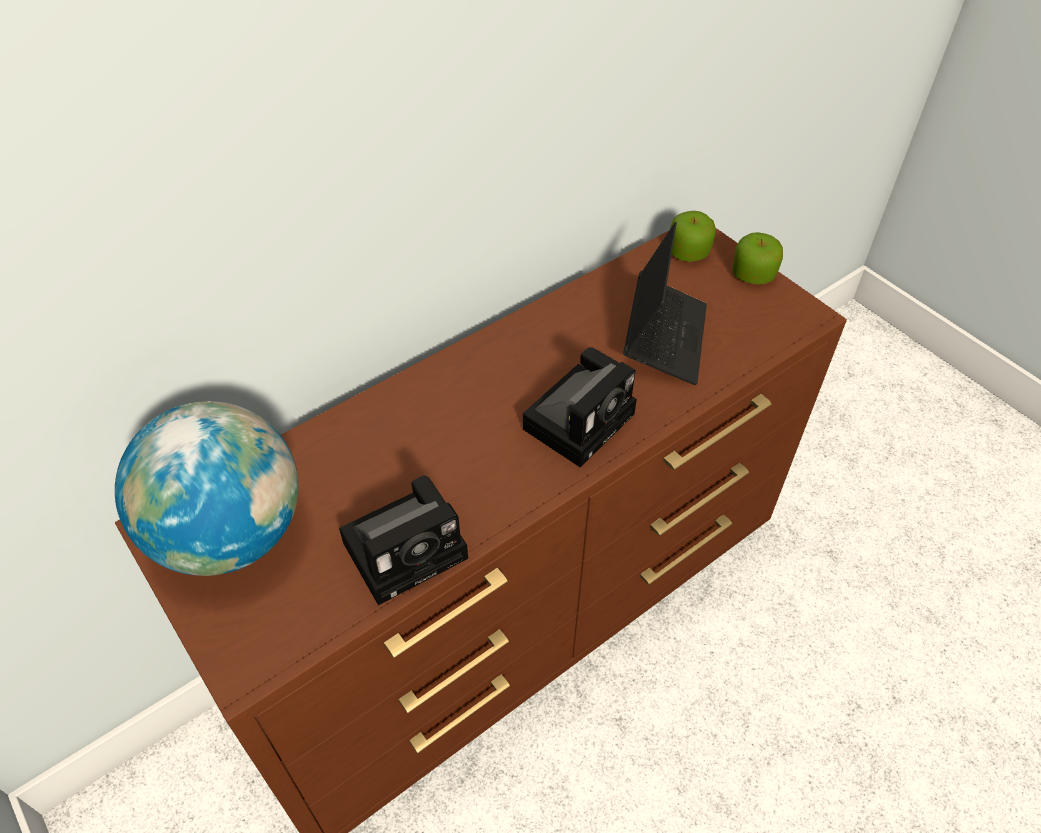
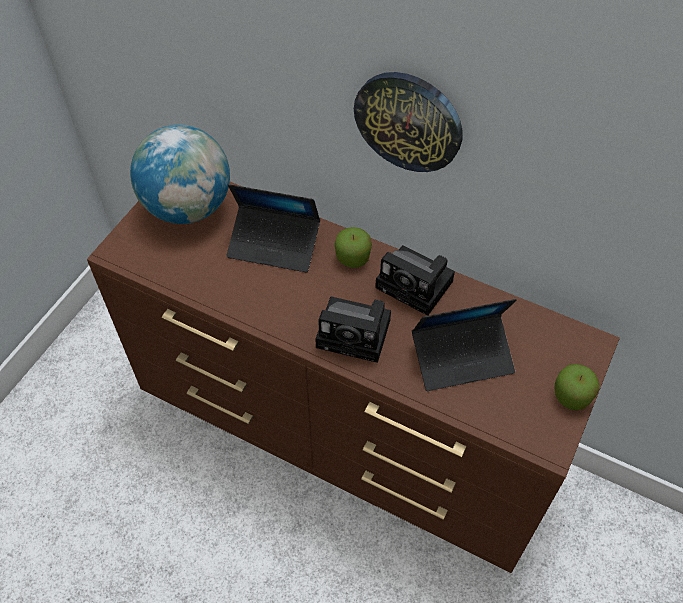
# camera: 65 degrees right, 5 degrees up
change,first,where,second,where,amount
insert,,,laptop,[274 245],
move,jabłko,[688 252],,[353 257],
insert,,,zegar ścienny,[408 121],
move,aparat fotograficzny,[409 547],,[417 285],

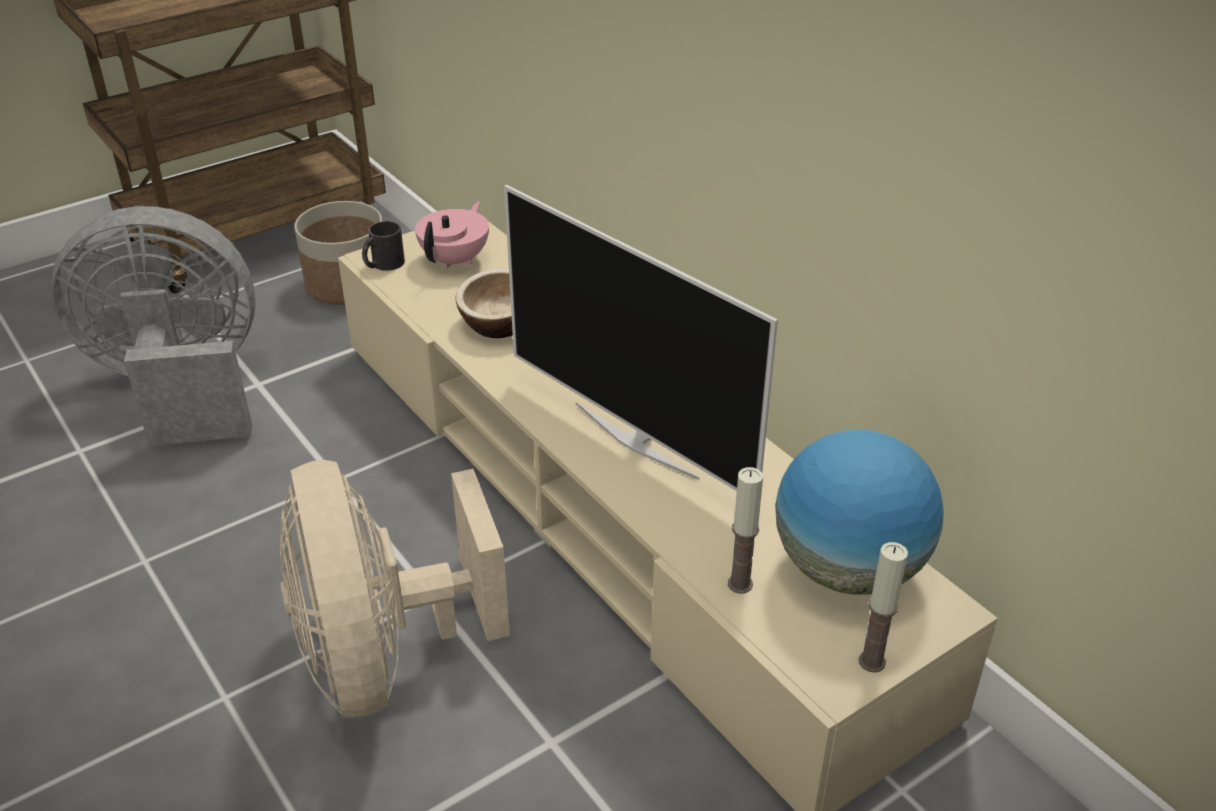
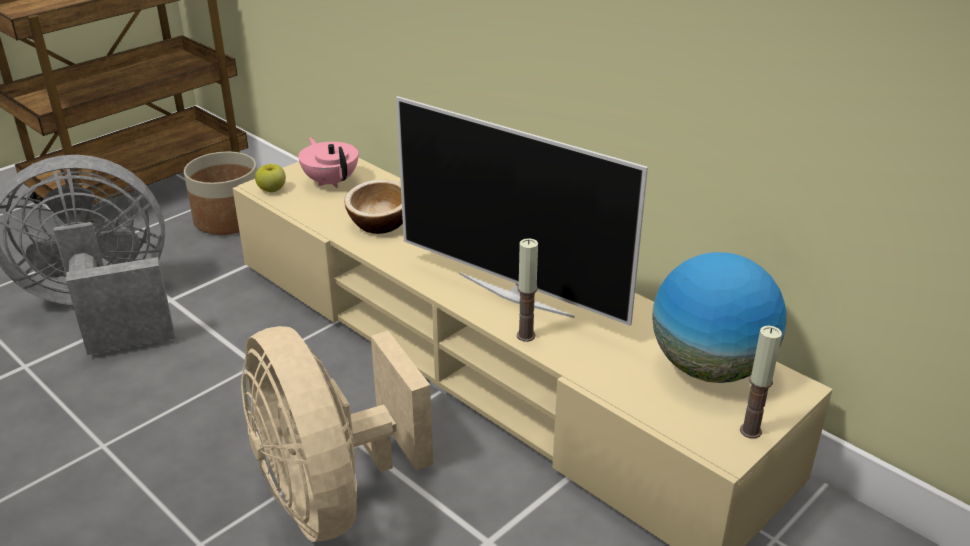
# camera: 10 degrees left, 5 degrees down
change,first,where,second,where,amount
replace,kubek (czarny),[383 265],jabłko,[272 190],
rotate,imbryk (różowy),[456 259],,[331 181],45 degrees counterclockwise
move,świeca,[740 584],,[525 336],

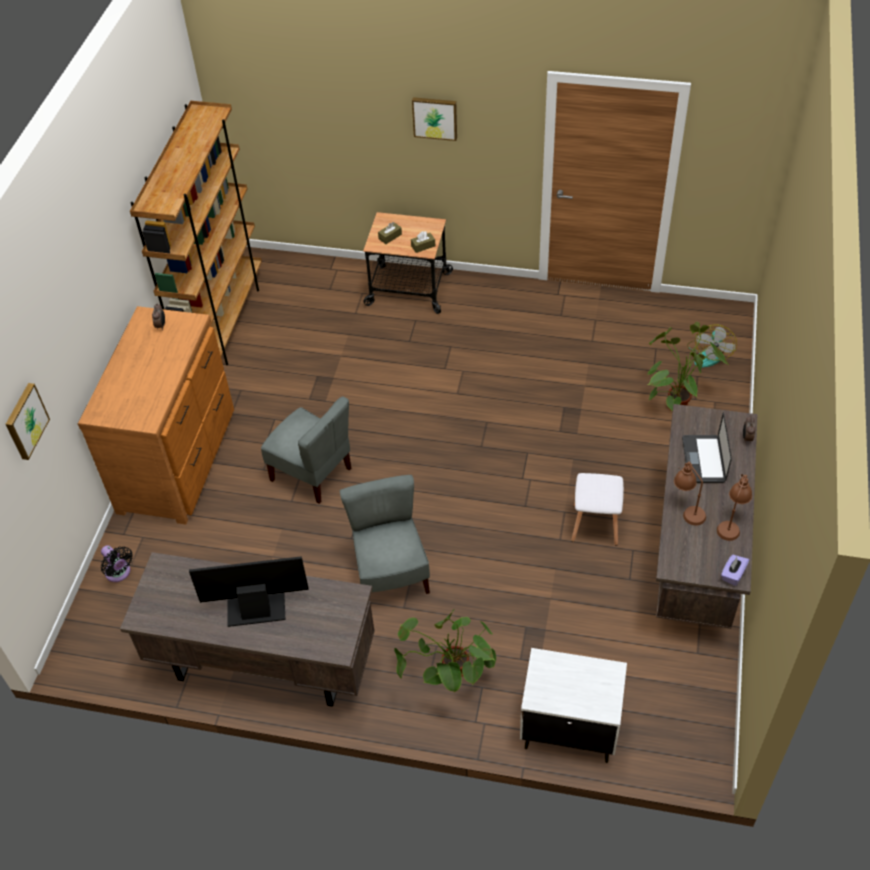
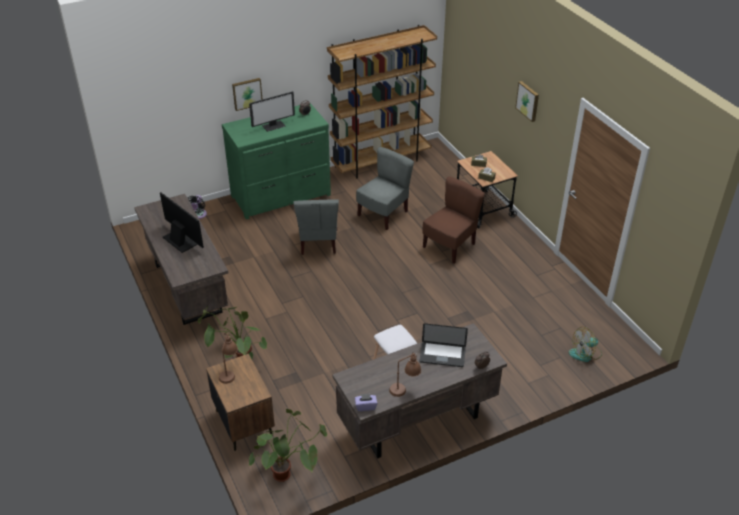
# camera: 50 degrees right, 10 degrees down
change,first,where,second,where,amount
recolor,szafka nocna (biały),[569 728],szafka nocna (brązowy),[244 423],
move,lampa stołowa (brązowy),[687 510],,[229 372],
recolor,komoda (brązowy),[179 459],komoda (zielony),[282 196],
move,obraz,[25 421],,[247 93],
insert,,,monitor,[273 125],
move,roślina doniczkowa,[675 399],,[289 470],
move,krzesło (szary),[390 574],,[383 214],
rotate,laptop,[703 460],,[442 355],135 degrees counterclockwise
insert,,,krzesło (brązowy),[450 246],

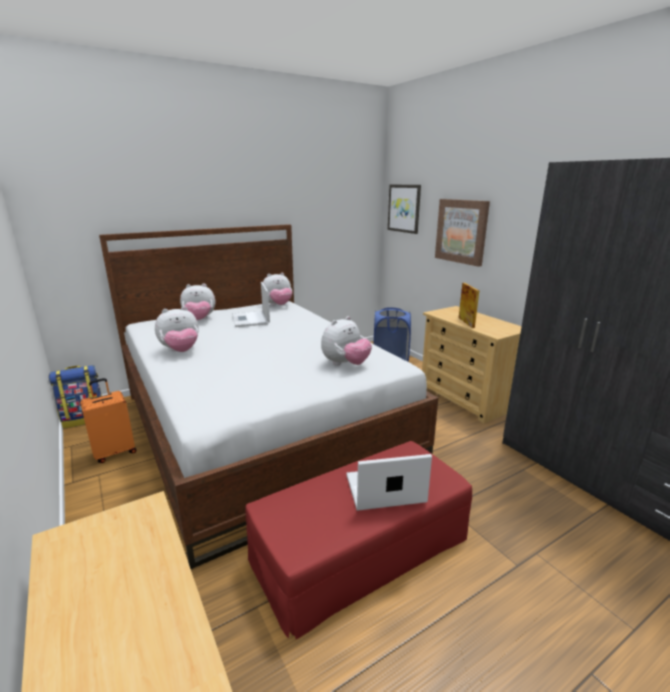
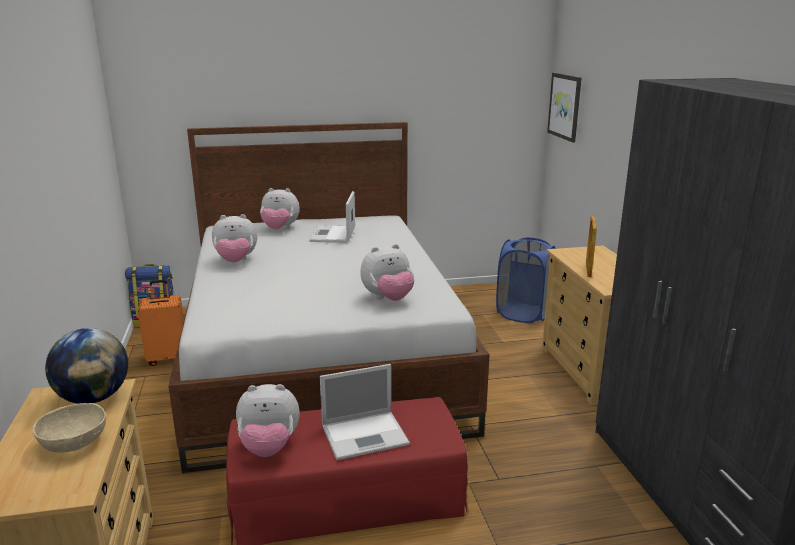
# camera: 20 degrees right, 0 degrees up
change,first,where,second,where,amount
insert,,,miska (beżowy),[74 443],
insert,,,globus,[94 398],
move,pluszak,[278 305],,[269 447],
rotate,laptop,[383 489],,[366 435],150 degrees clockwise
delete,obraz,[461 231],,,

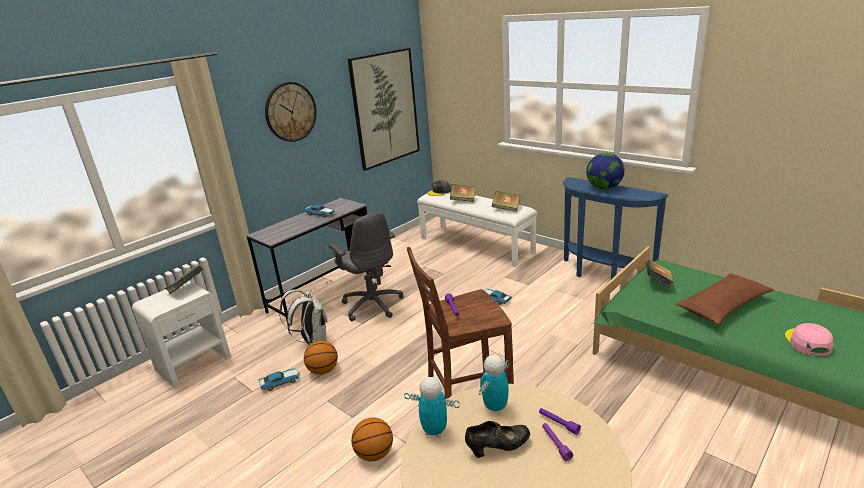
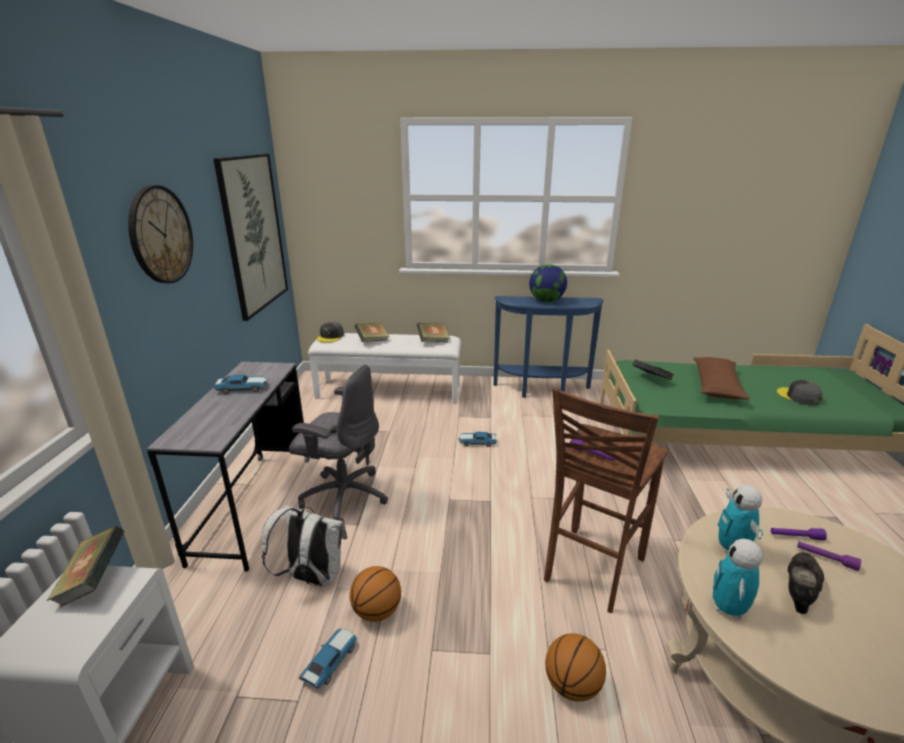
# camera: 40 degrees left, 0 degrees up
change,first,where,second,where,amount
rotate,robot zabawkowy,[434 431],,[727 609],45 degrees counterclockwise
recolor,czapka z daszkiem (różowy),[807 342],czapka z daszkiem (szary),[798 397],

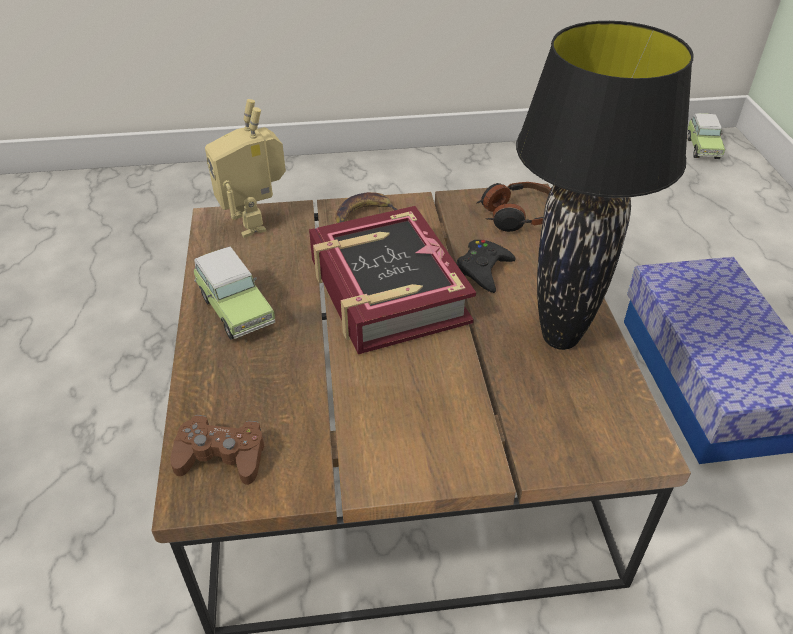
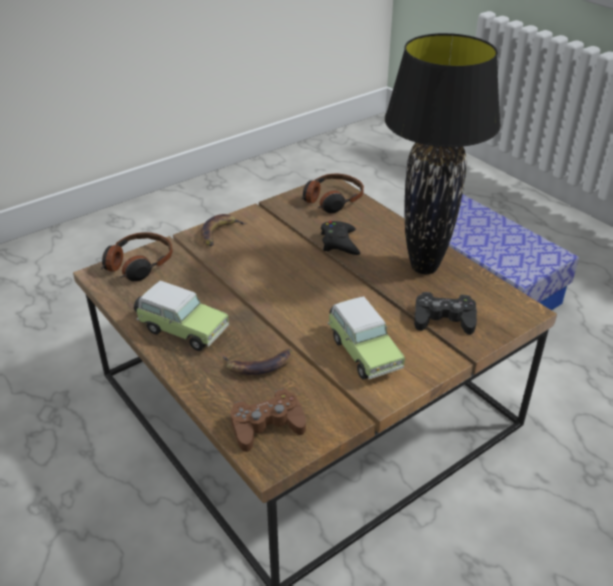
# camera: 30 degrees left, 5 degrees down
change,first,where,second,where,amount
replace,robot zabawkowy,[255 221],słuchawki,[138 265],
insert,,,banan,[259 365],
move,samochodzik,[702 147],,[362 351],
insert,,,pad do gier (czarny),[444 319],
delete,książka,[386 291],,,

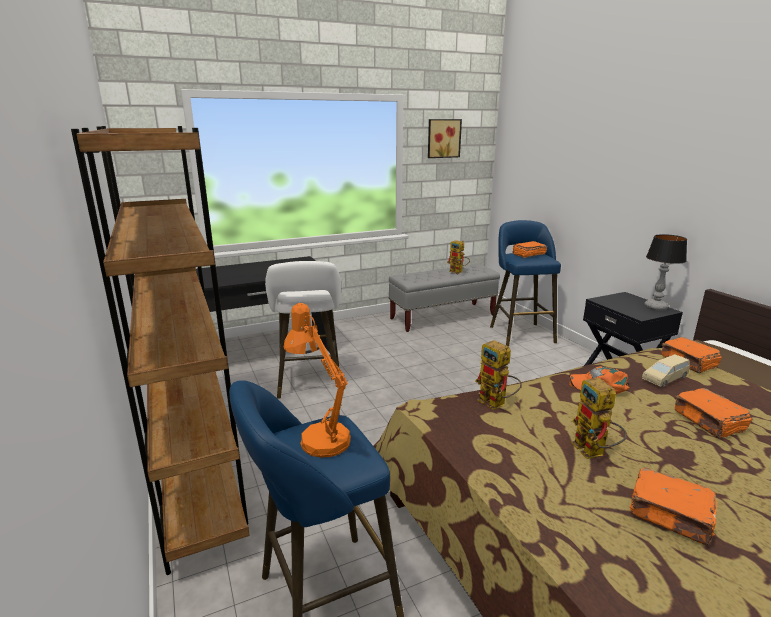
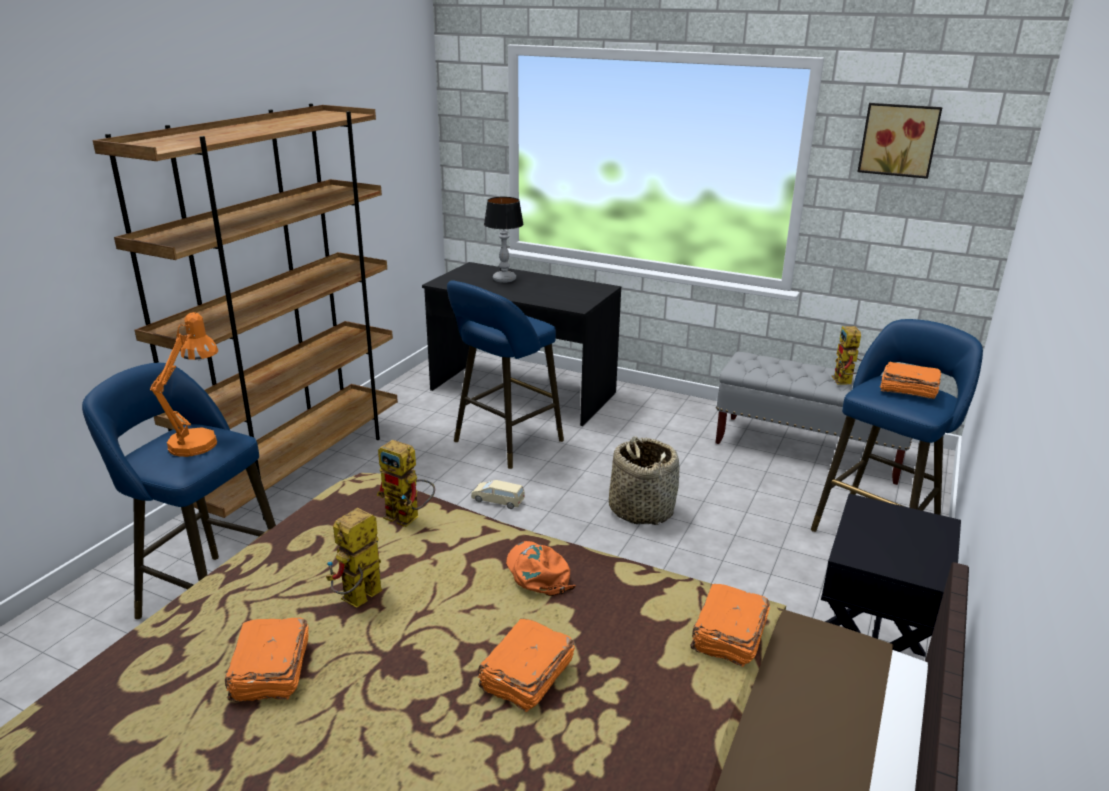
# camera: 50 degrees right, 5 degrees up
change,first,where,second,where,amount
rotate,robot zabawkowy,[497 404],,[409 518],75 degrees counterclockwise
recolor,stołek (biały),[310 383],stołek (niebieski),[504 443],
move,samochodzik (beżowy),[665 379],,[498 500],
move,lampa stołowa,[655 307],,[505 279],
insert,,,koszyk,[641 509],

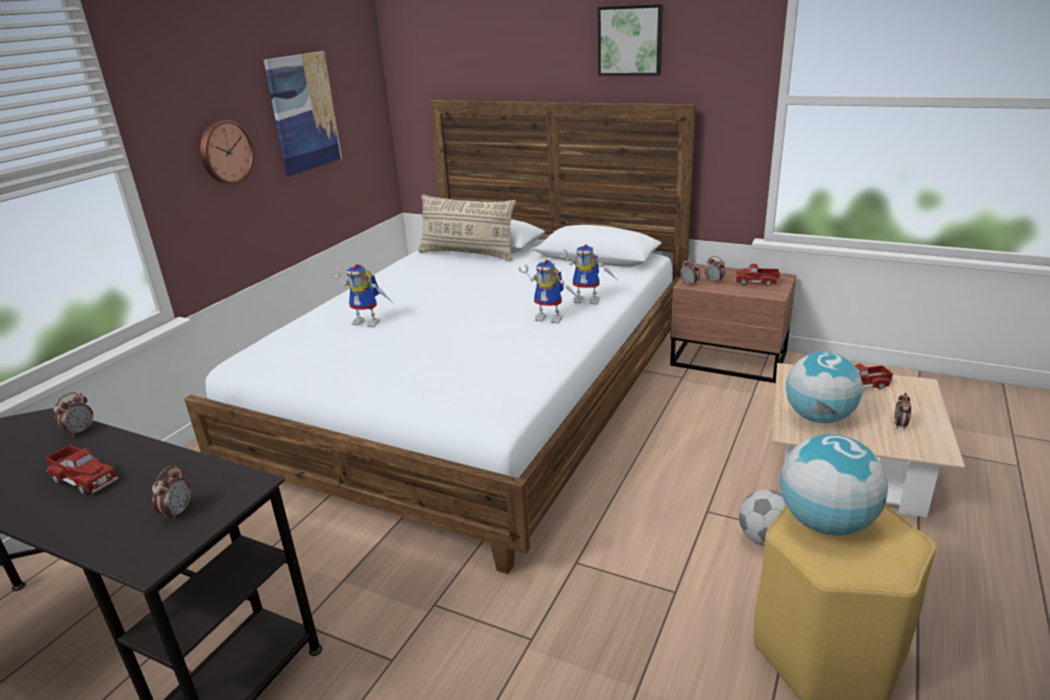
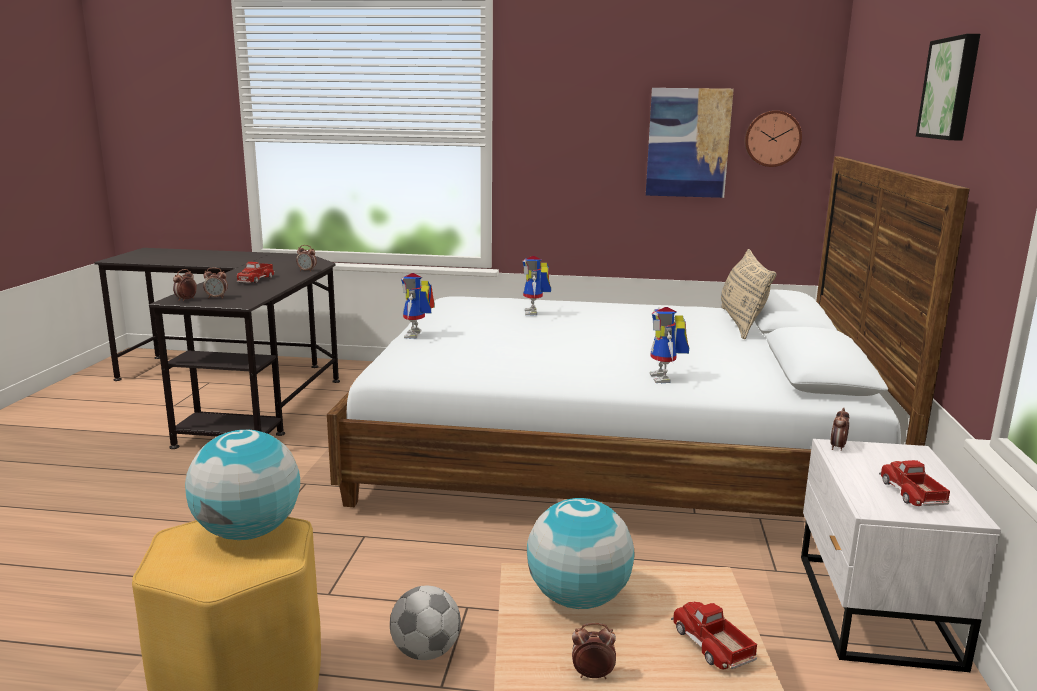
# camera: 70 degrees right, 10 degrees down
change,first,where,second,where,amount
move,budzik,[714 281],,[186 300],
move,robot zabawkowy,[552 318],,[417 335],
move,zegar ścienny,[225 152],,[772 138],
recolor,szafka nocna (brązowy),[730 360],szafka nocna (biały),[872 610],

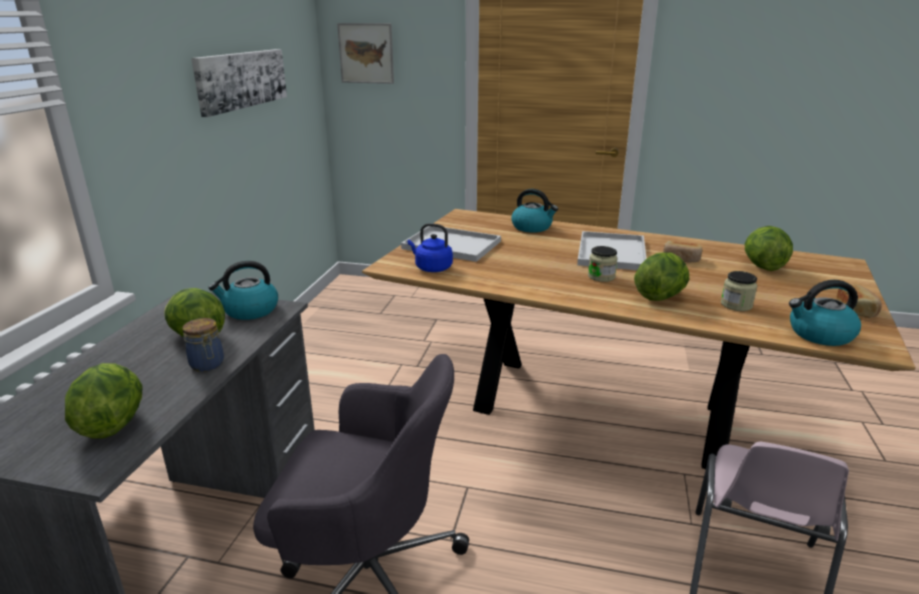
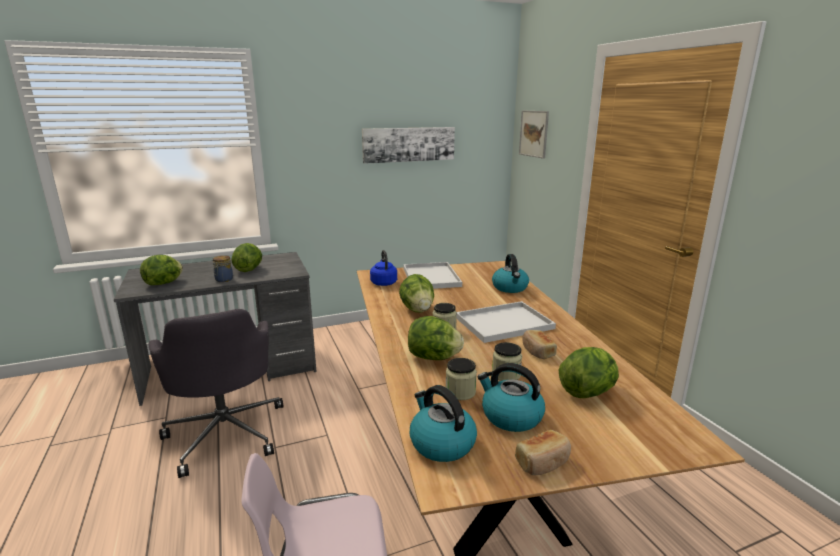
# camera: 55 degrees right, 5 degrees down
change,first,where,second,where,amount
insert,,,sałata,[417 310],
move,czajnik,[250 310],,[510 416],
insert,,,słoik,[506 375],

